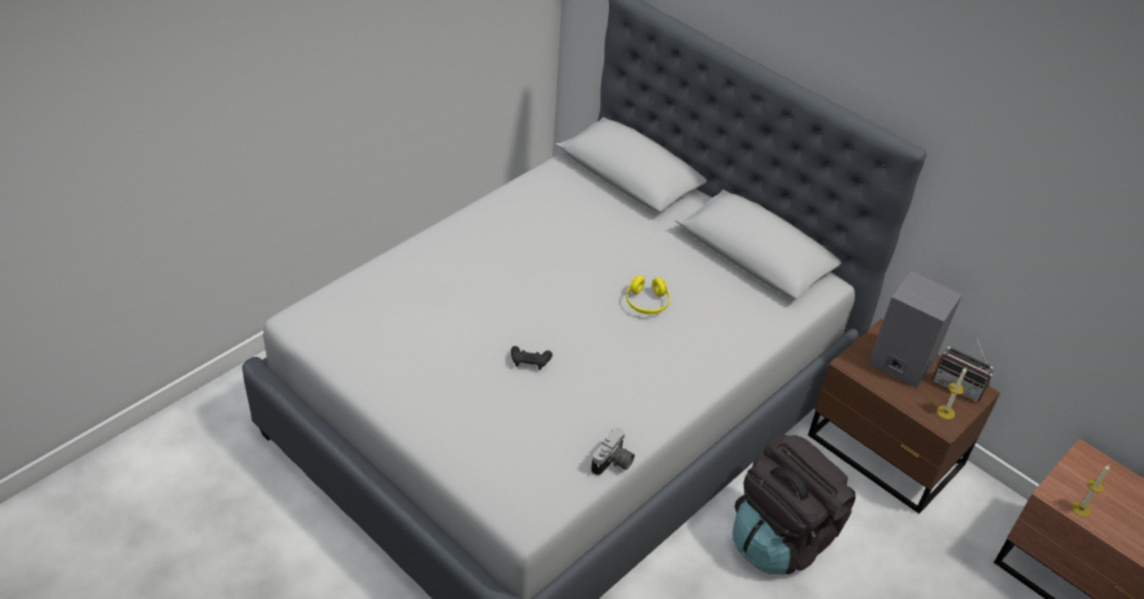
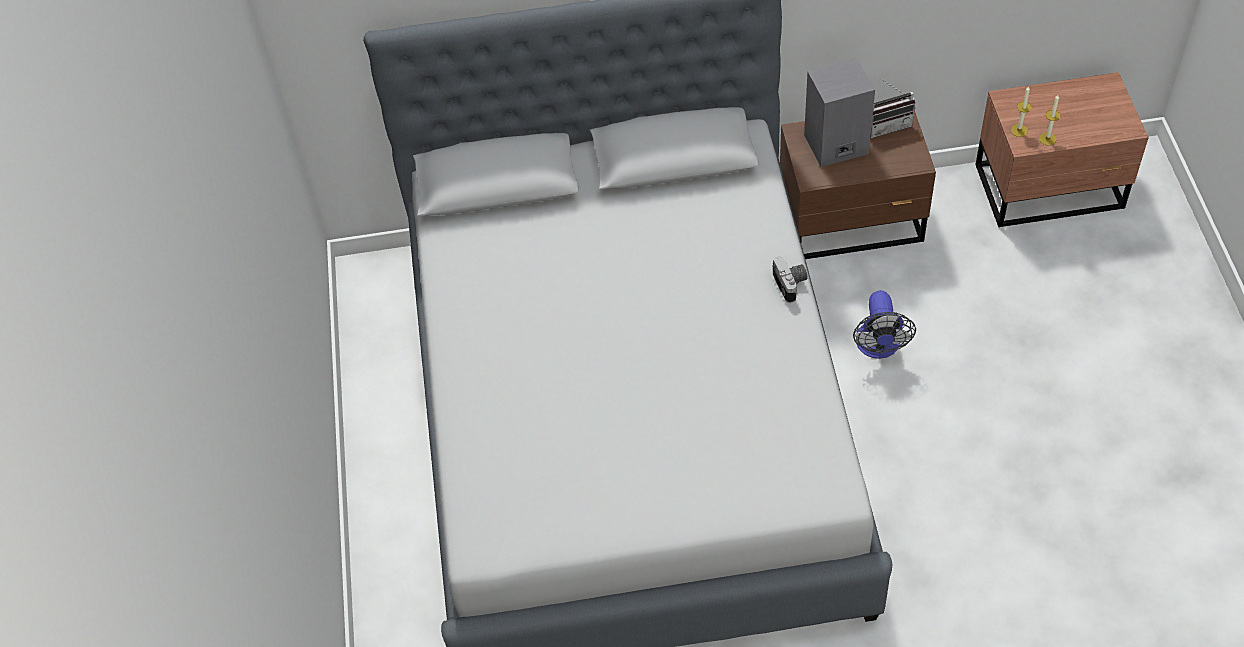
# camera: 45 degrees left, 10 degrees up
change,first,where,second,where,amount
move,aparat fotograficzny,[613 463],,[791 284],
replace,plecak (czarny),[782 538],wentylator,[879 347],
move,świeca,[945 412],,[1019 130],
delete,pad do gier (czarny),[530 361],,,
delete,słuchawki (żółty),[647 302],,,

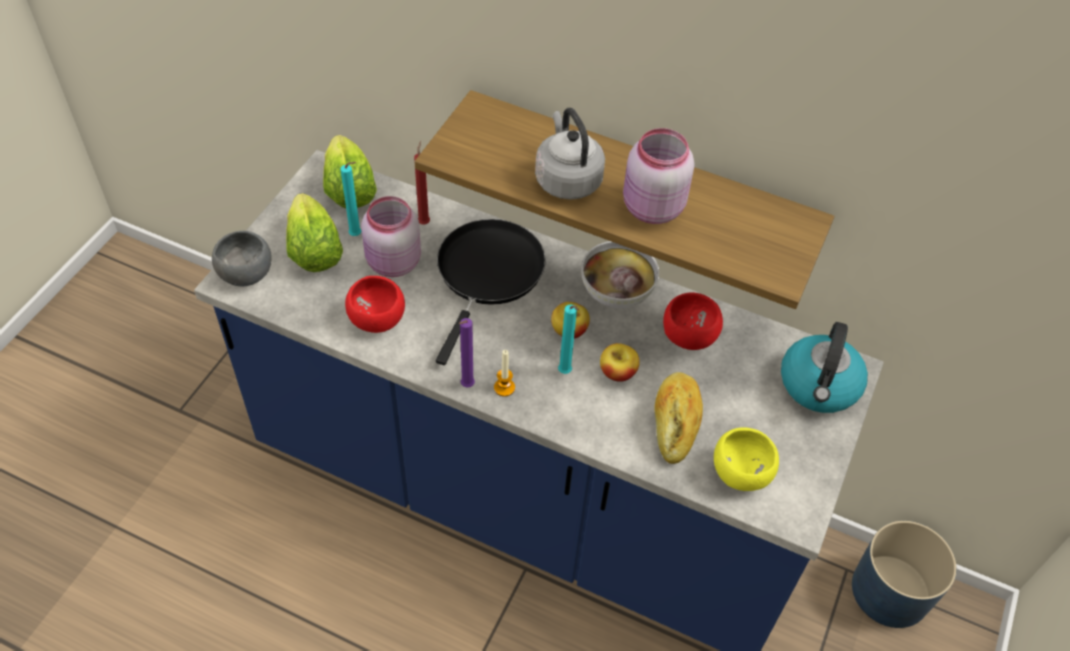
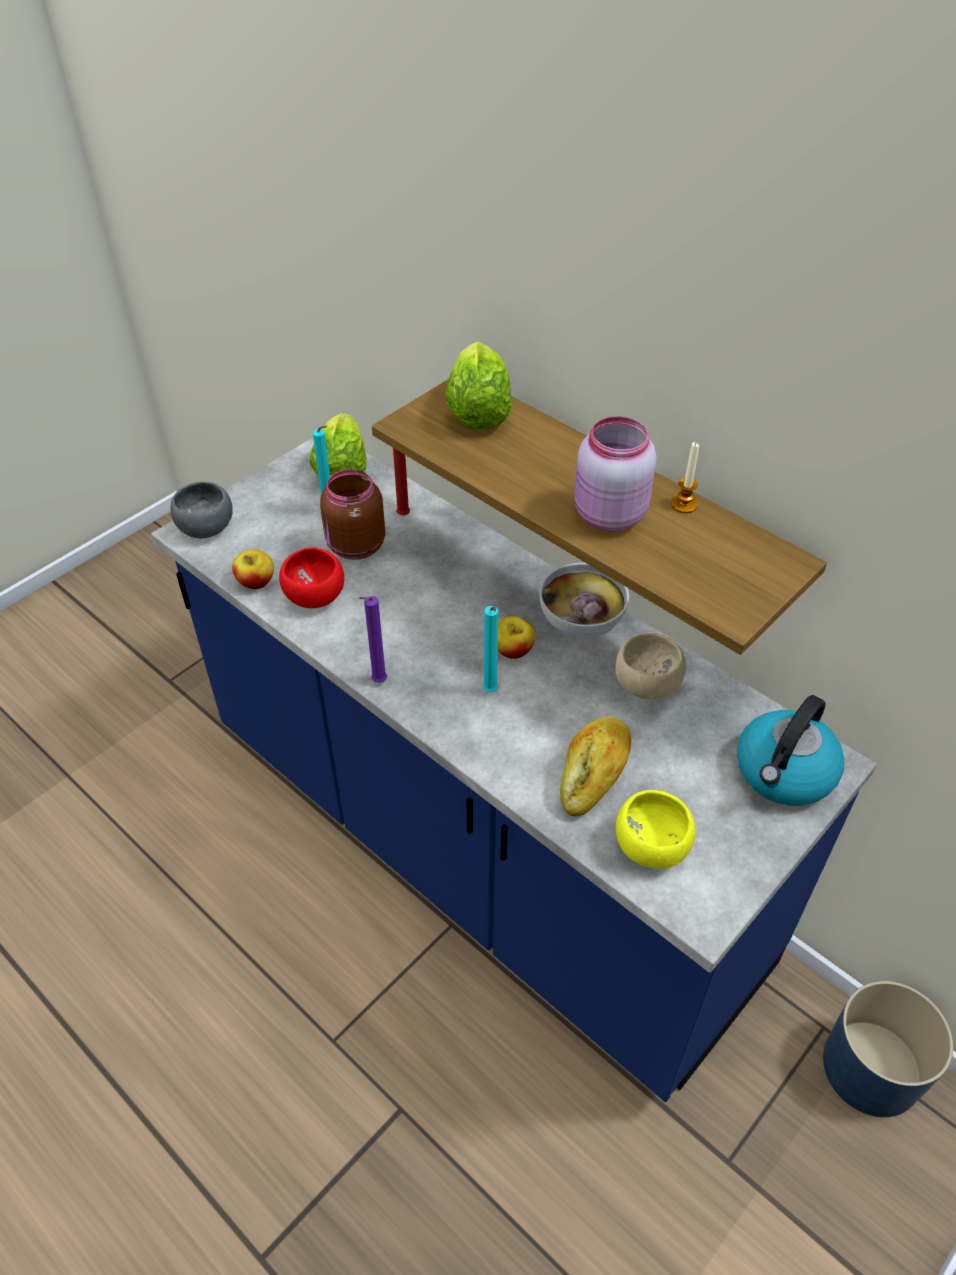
# camera: 20 degrees right, 5 degrees down
change,first,where,second,where,amount
move,jabłko,[617 372],,[256 582],
recolor,słoik (różowy),[392 263],słoik (brązowy),[354 547],
move,sałata,[314 252],,[478 412],
recolor,miska (czerwony),[688 334],miska (beżowy),[646 683],
move,świeca,[504 387],,[684 504],
delete,patelnia (czarny),[488 274],,,
delete,czajnik (szary),[567 179],,,

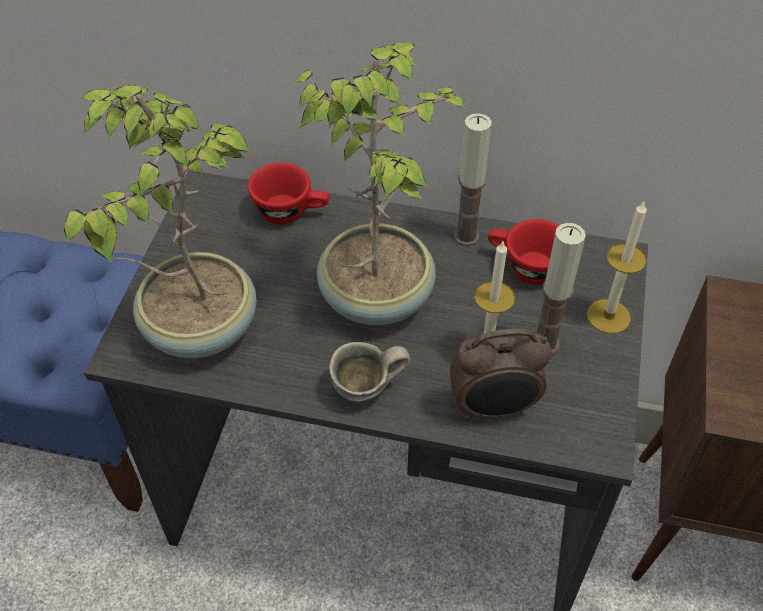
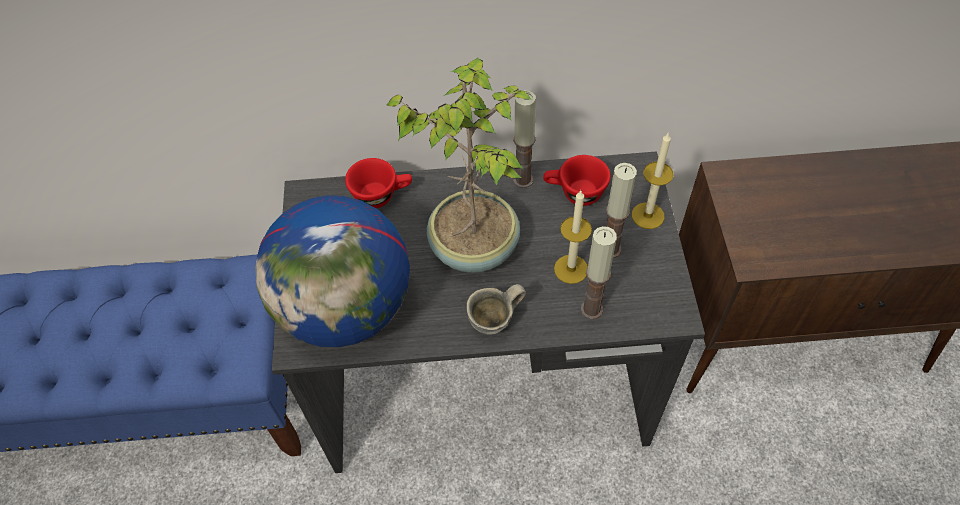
# camera: 15 degrees left, 5 degrees up
change,first,where,second,where,amount
replace,roślina doniczkowa,[198 327],globus,[347 309],
replace,budzik,[494 409],świeca,[591 309],

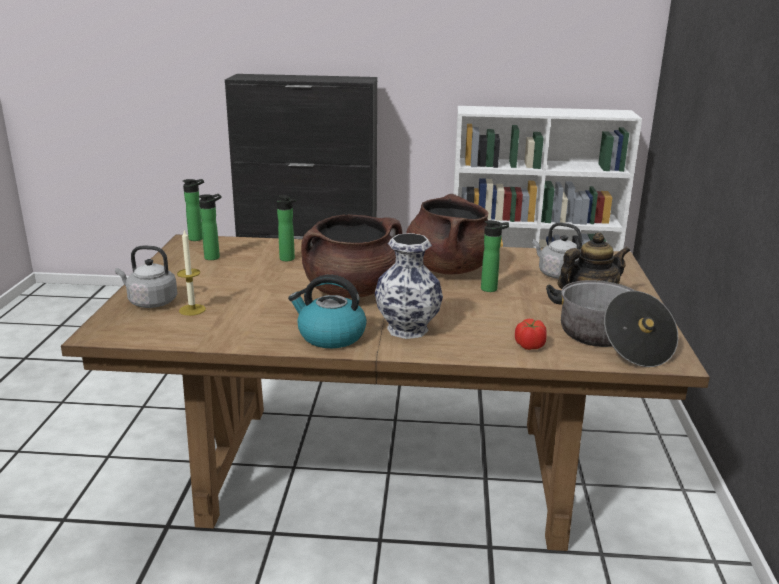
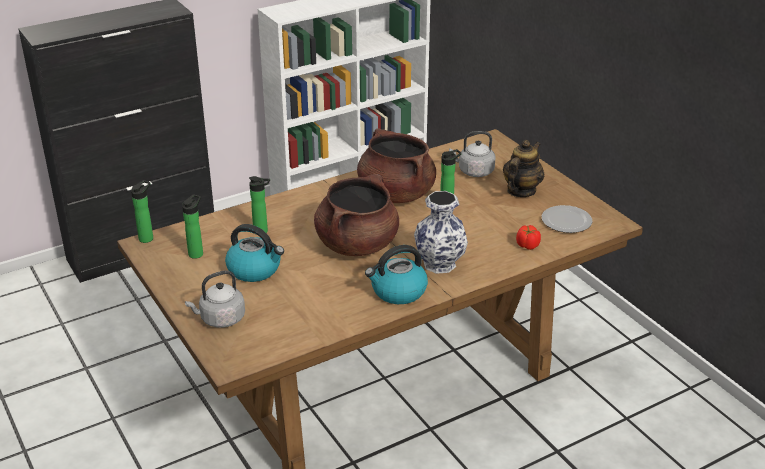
# camera: 35 degrees left, 10 degrees up
change,first,where,second,where,amount
insert,,,czajnik,[255 269],
replace,garnek,[610 340],talerz,[566 221],
delete,świeca,[192 310],,,

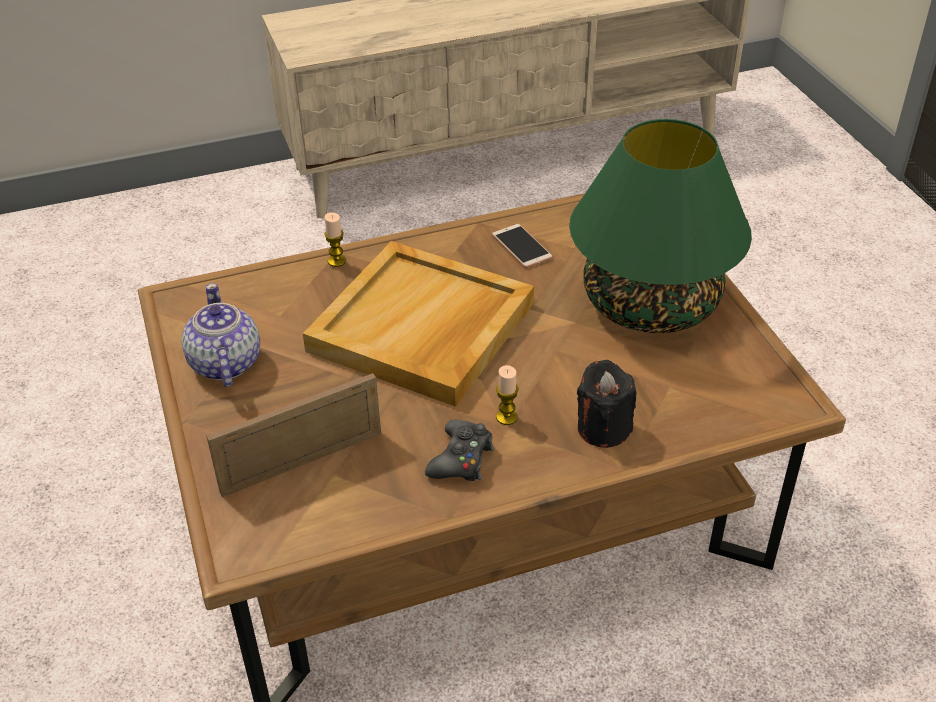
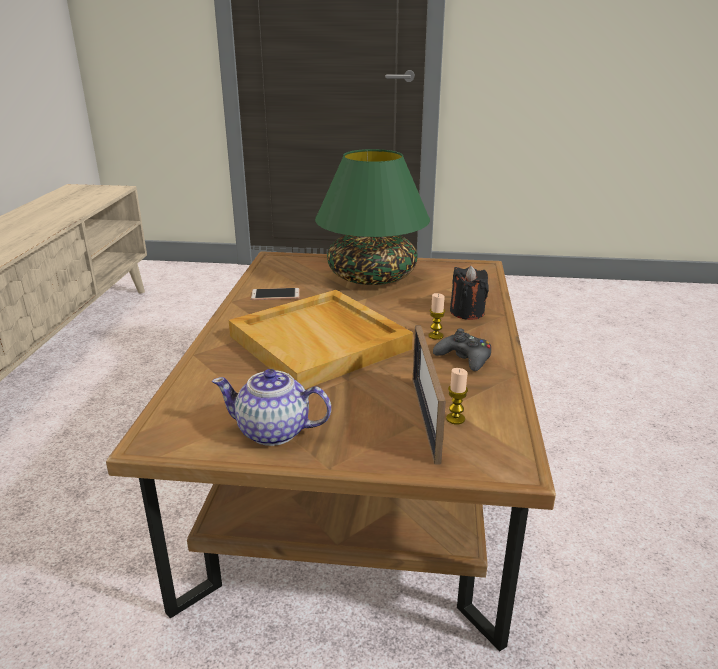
# camera: 65 degrees left, 15 degrees down
change,first,where,second,where,amount
move,świeca,[337 261],,[455 419],

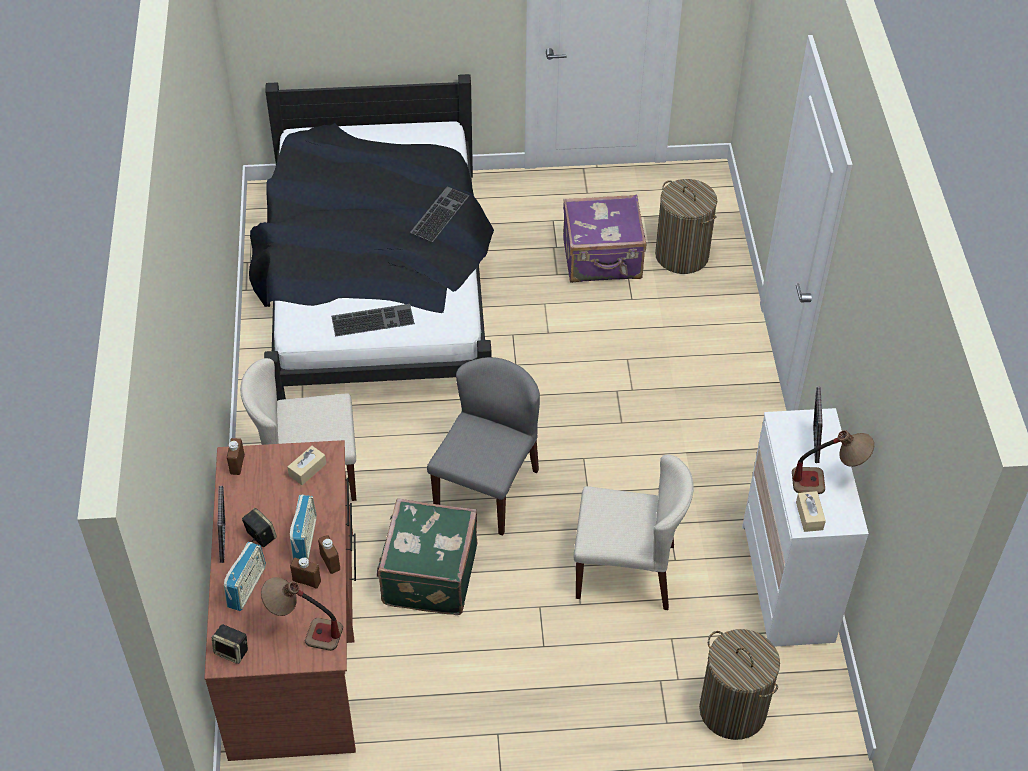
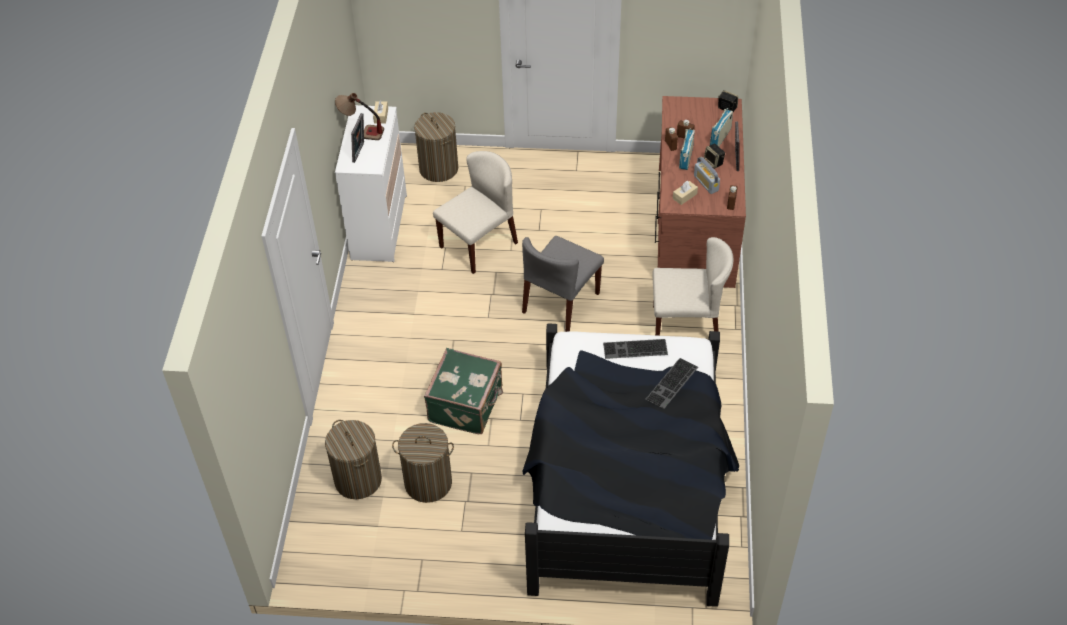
# camera: 170 degrees left, 0 degrees up
change,first,where,second,where,amount
replace,walizka (fioletowy),[602 260],kosz na pranie,[428 483],
move,walizka (zielony),[427 575],,[467 405],
rotate,krzesło (beżowy),[626 571],,[478 244],120 degrees clockwise
move,klawiatura,[439 213],,[672 384],
insert,,,radio,[706 183],
delete,lampa stołowa,[305 631],,,

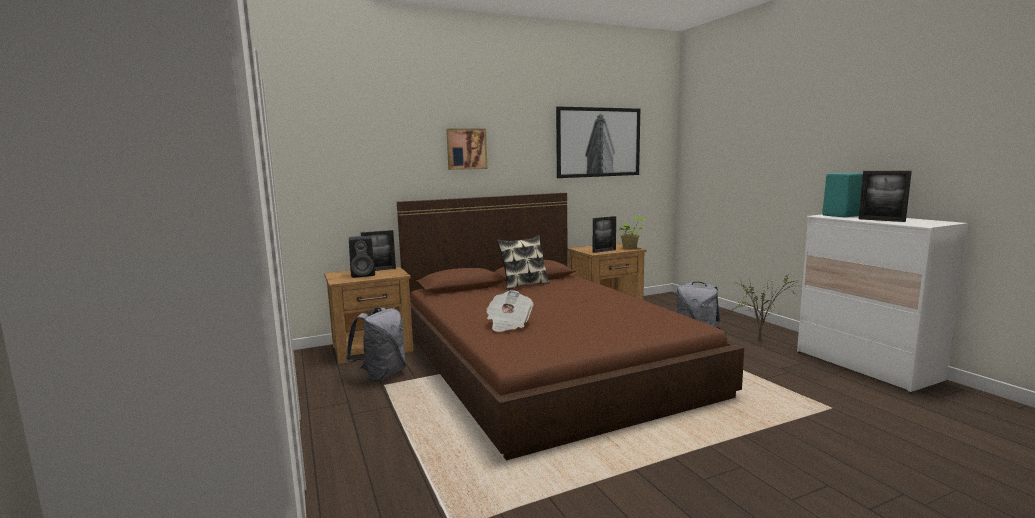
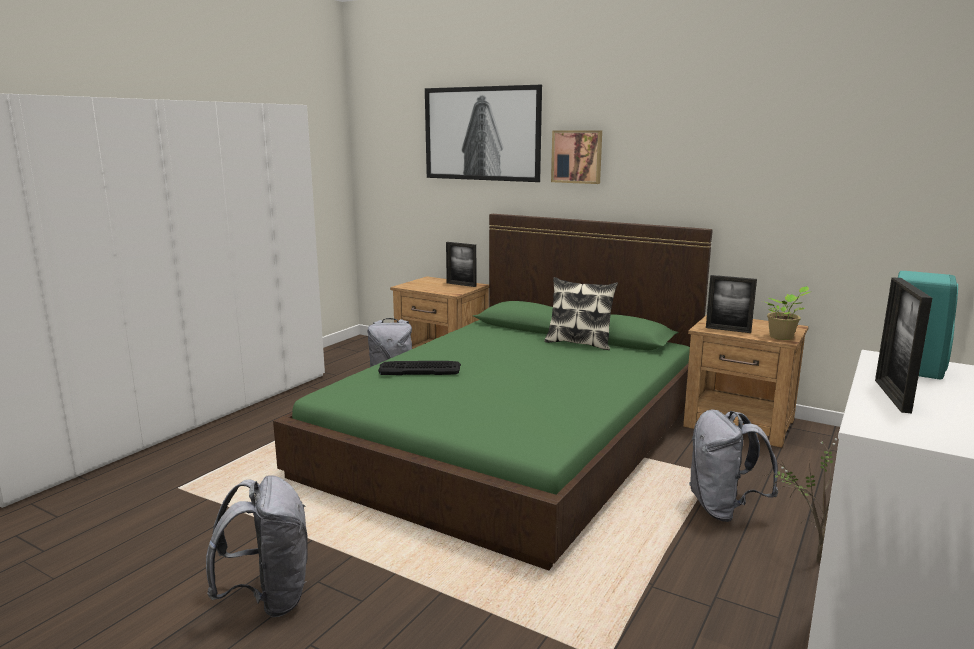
# camera: 55 degrees right, 5 degrees up
change,first,where,second,where,amount
insert,,,plecak (szary),[268 598],
recolor,łóżko (brązowy),[544 360],łóżko (zielony),[514 435],
replace,gazeta,[508 324],klawiatura,[419 368],
move,obraz,[598 142],,[482 134],
delete,głośnik (czarny),[364 274],,,

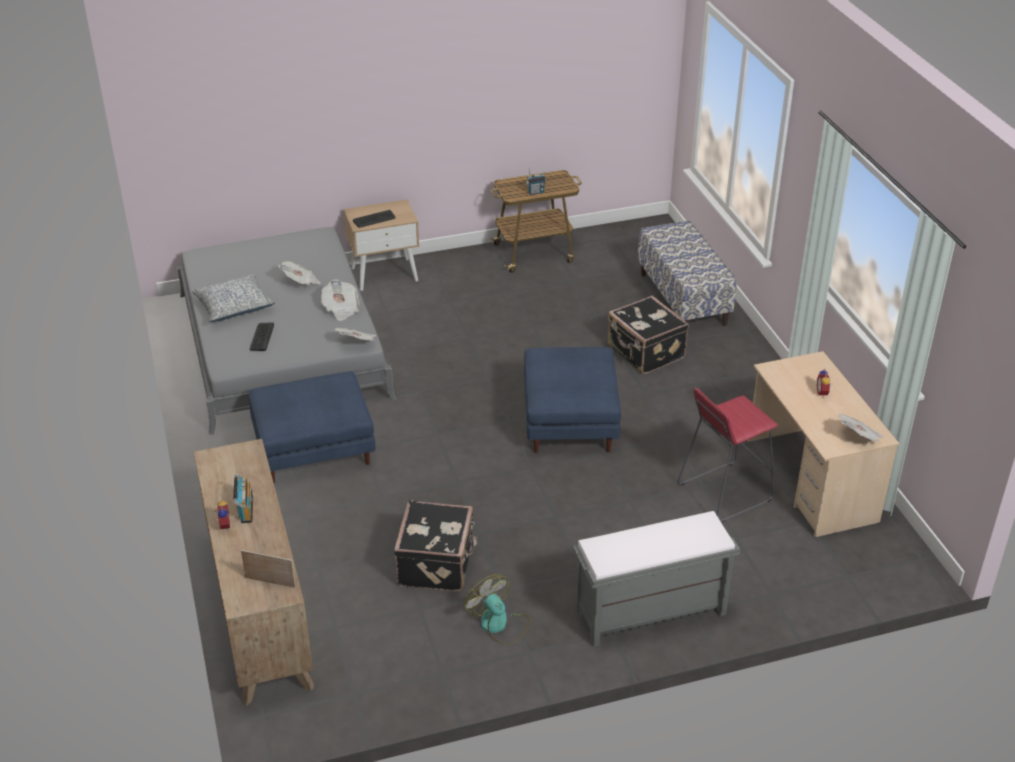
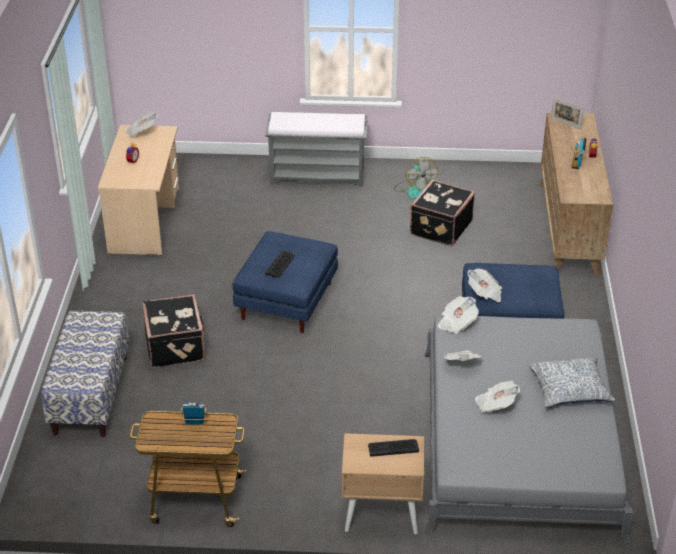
# camera: 160 degrees left, 0 degrees up
change,first,where,second,where,amount
move,klawiatura,[261 337],,[280 264],
insert,,,gazeta,[484 293],
delete,stołek (czerwony),[723 492],,,

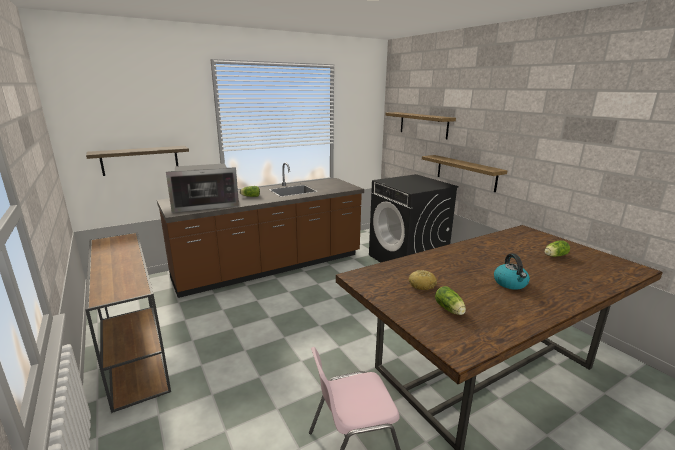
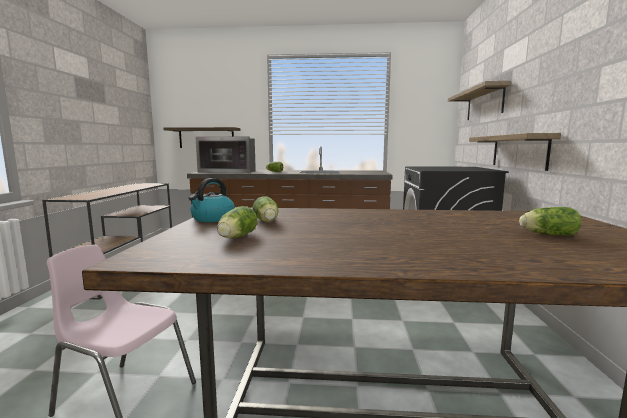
# camera: 35 degrees right, 10 degrees down
change,first,where,second,where,amount
move,czajnik,[510 283],,[212 219],
replace,chleb,[422 285],sałata,[266 221],

